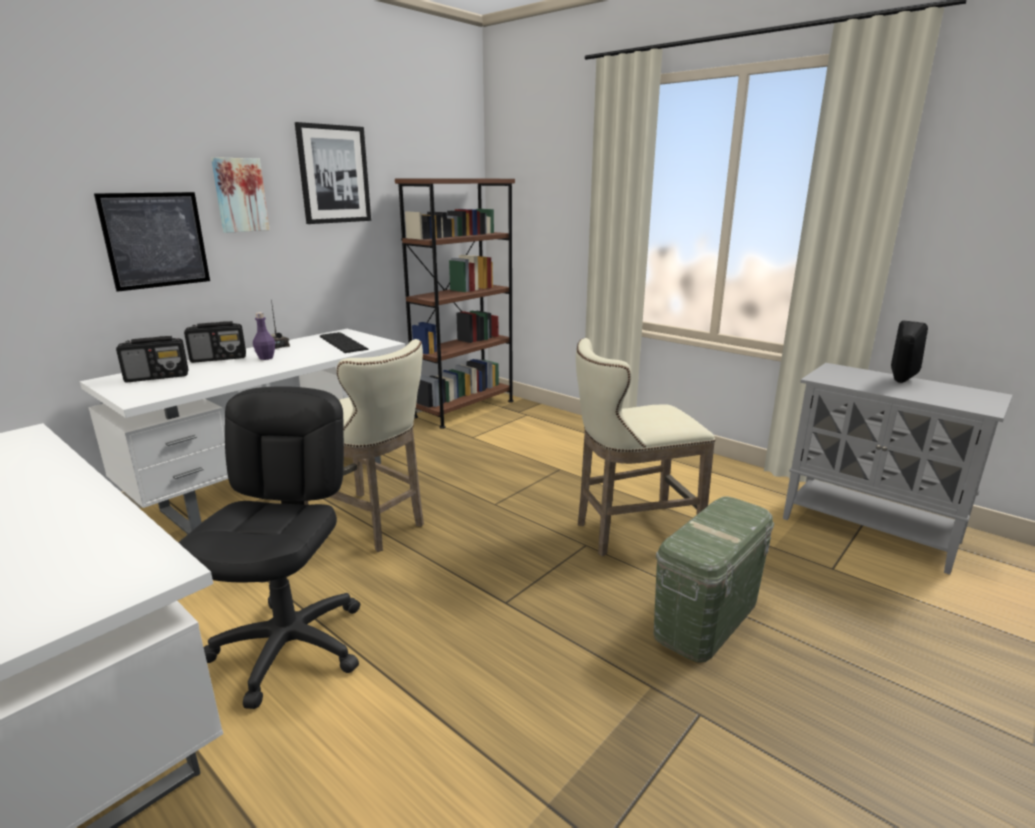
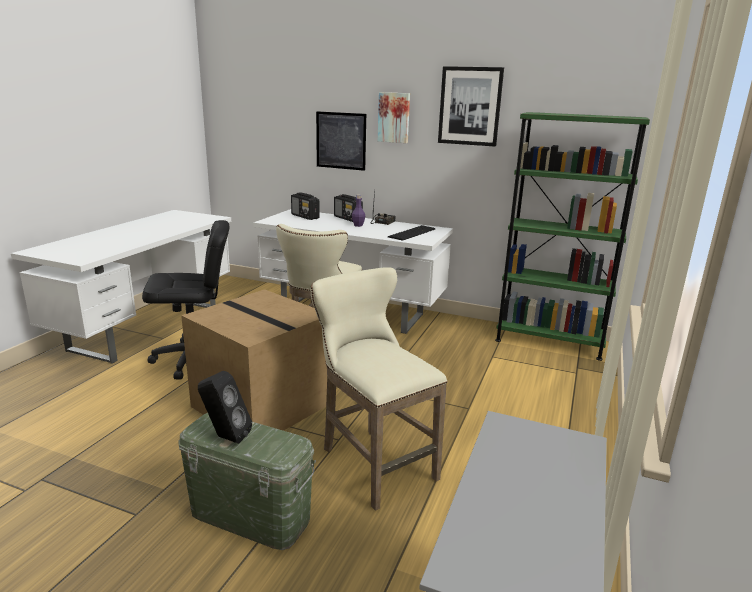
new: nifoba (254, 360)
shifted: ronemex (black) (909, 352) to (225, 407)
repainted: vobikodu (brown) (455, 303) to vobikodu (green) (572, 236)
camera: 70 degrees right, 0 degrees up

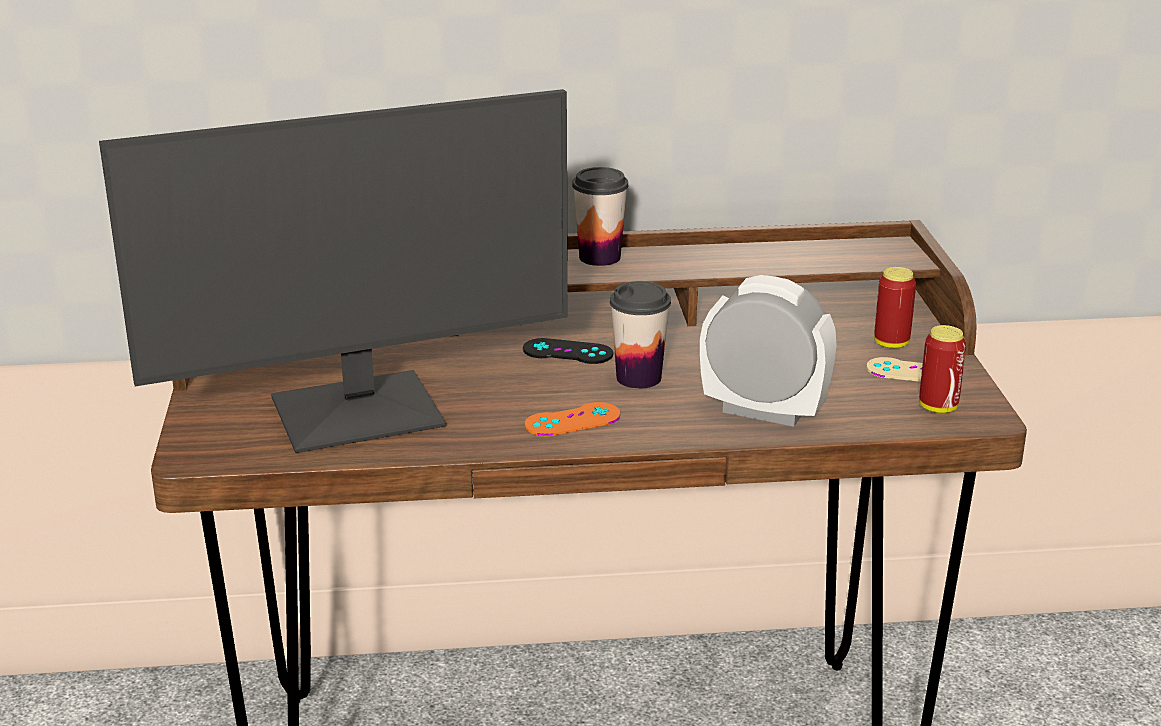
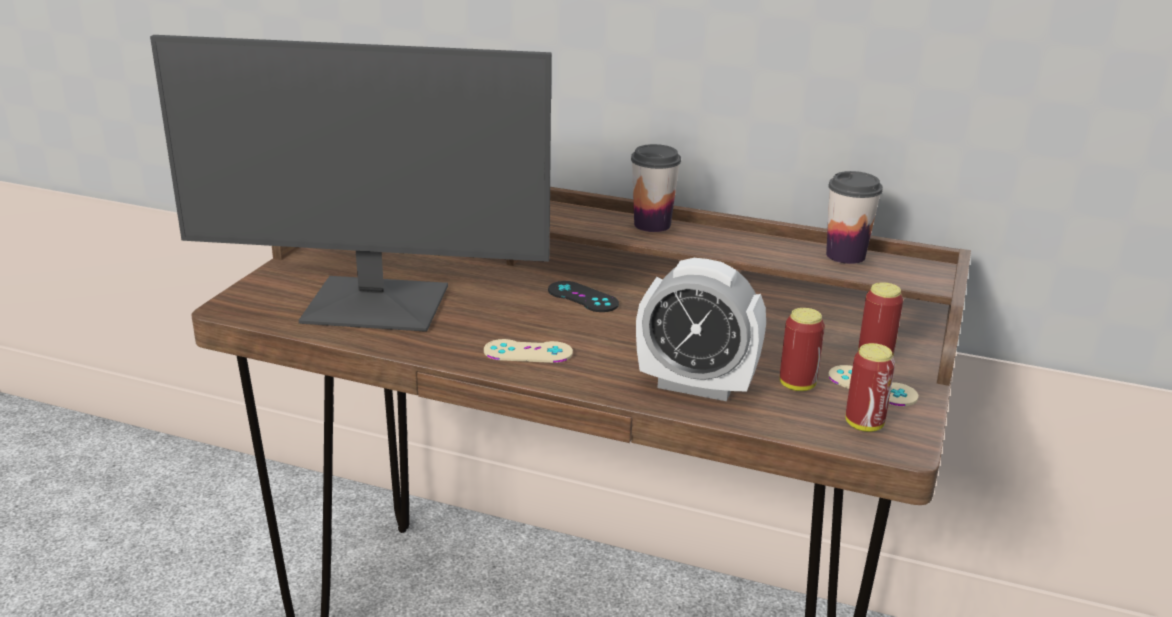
new: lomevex (802, 349)
shifted: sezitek (640, 335) to (854, 217)
repainted: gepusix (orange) (572, 419) to gepusix (beige) (528, 351)
rotated: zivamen (768, 351) = (701, 329) 150 degrees clockwise
camera: 25 degrees right, 0 degrees up

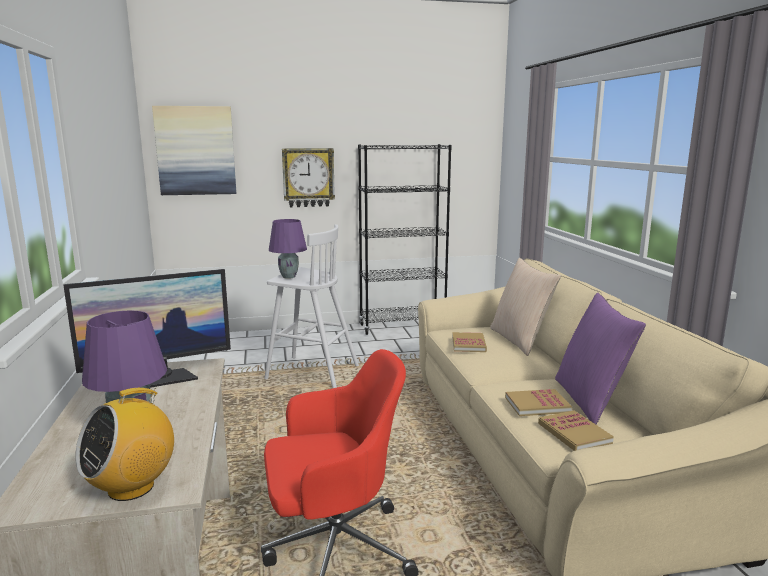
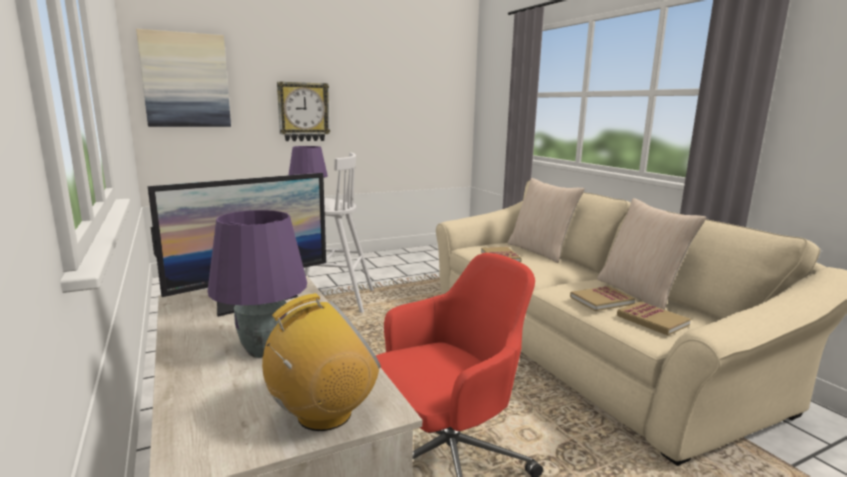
gone: vobikodu (black) (405, 239)
repainted: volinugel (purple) (600, 358) to volinugel (beige) (651, 254)
rotated: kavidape (124, 444) = (321, 362) 150 degrees counterclockwise
camera: 15 degrees left, 0 degrees up

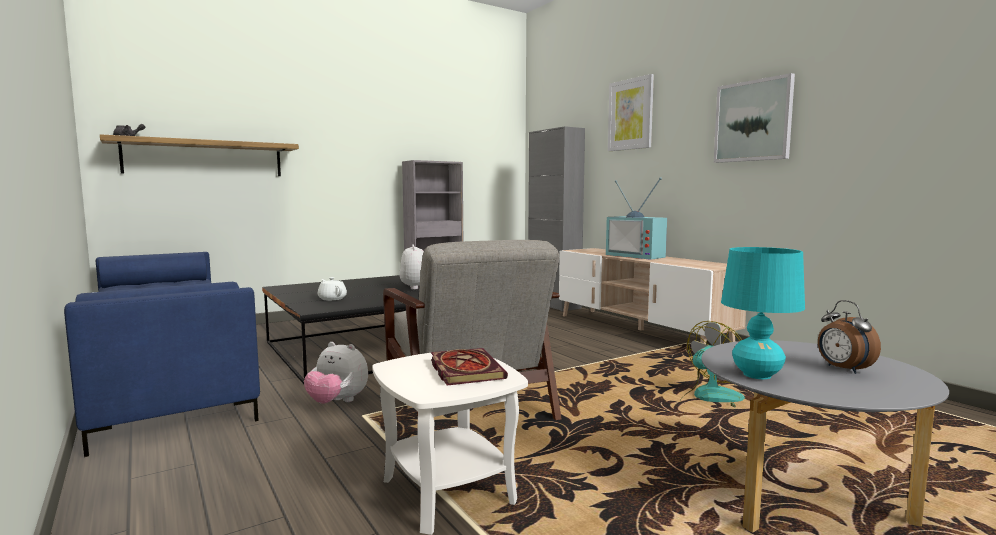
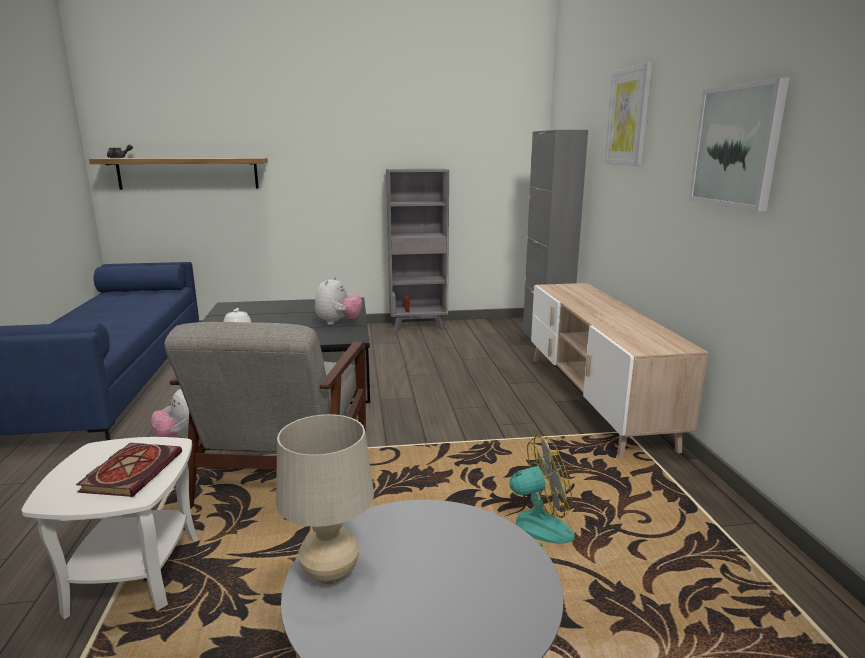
gone: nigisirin (636, 218); zivamen (849, 337)
repainted: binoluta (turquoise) (763, 313) to binoluta (beige) (325, 499)
camera: 25 degrees right, 10 degrees up

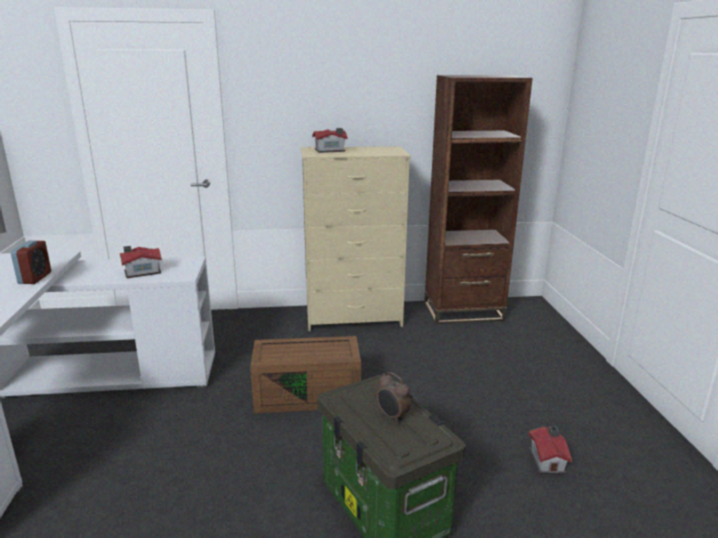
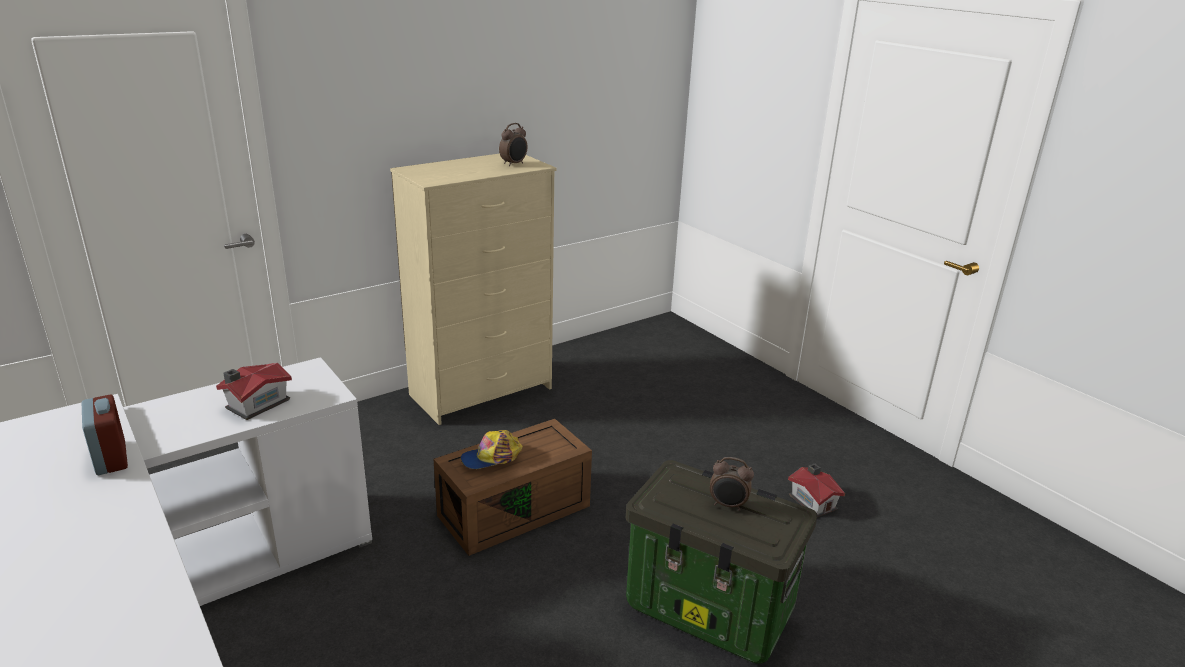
gone: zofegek (330, 140); vobikodu (brown) (478, 199)
new: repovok (492, 449); zivamen (513, 144)
camera: 30 degrees left, 5 degrees up

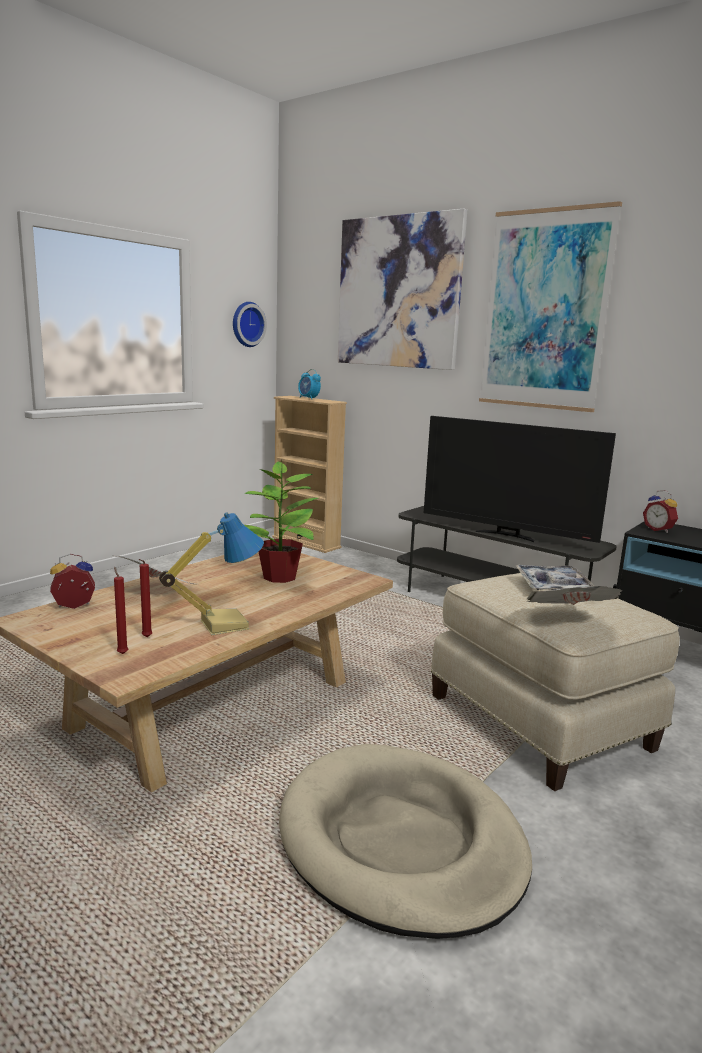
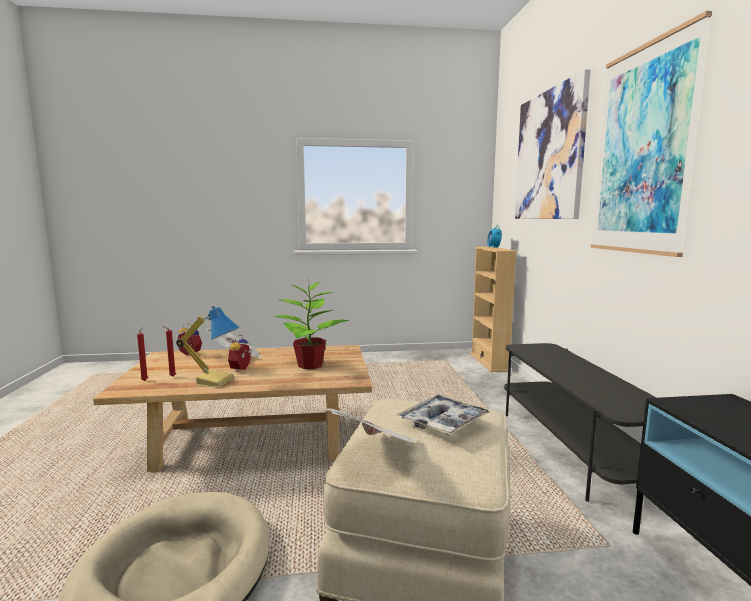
gone: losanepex (250, 324); nigisirin (520, 479)
shifted: zivamen (660, 511) to (240, 353)
camera: 45 degrees right, 5 degrees down

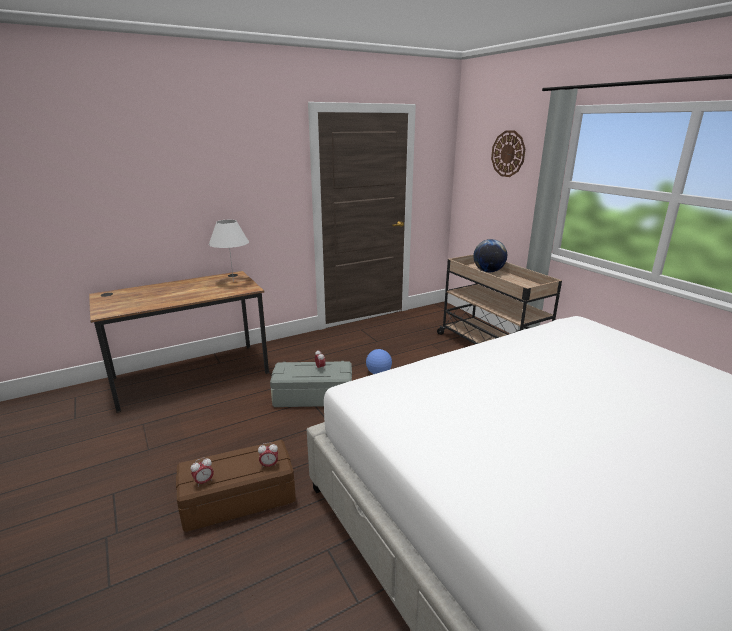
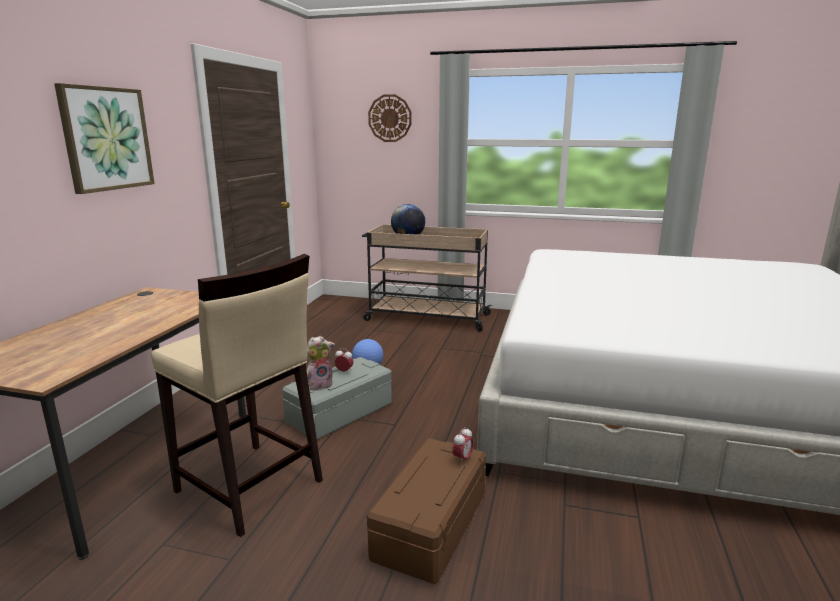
gone: zivamen (202, 472); binoluta (white) (229, 251)
new: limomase (104, 138); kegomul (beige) (237, 395); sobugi (321, 363)
camera: 45 degrees left, 5 degrees down

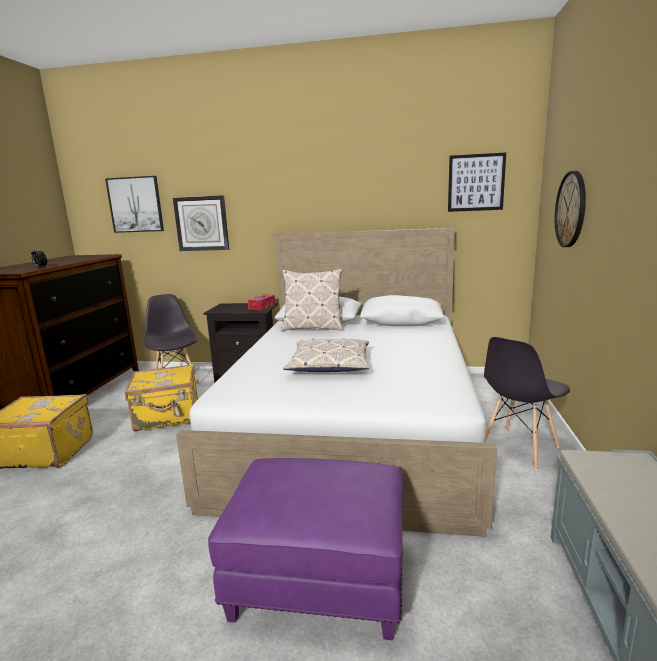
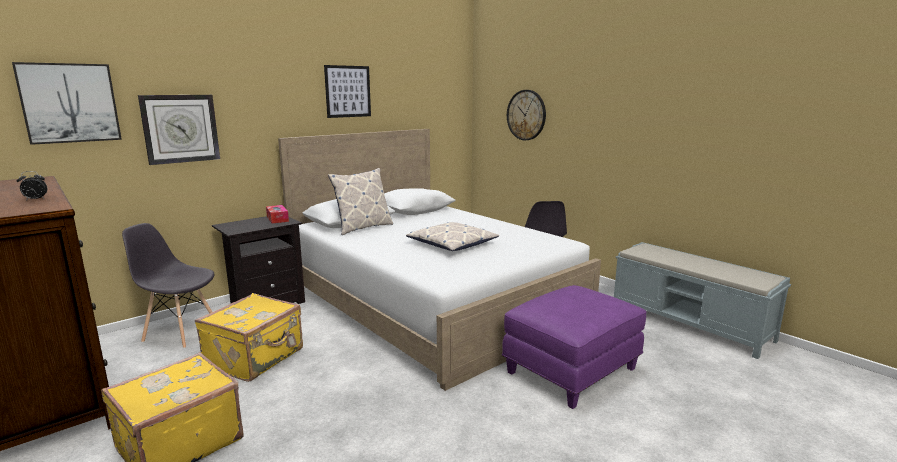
shifted: limomase (477, 182) to (347, 91)
camera: 50 degrees left, 0 degrees up

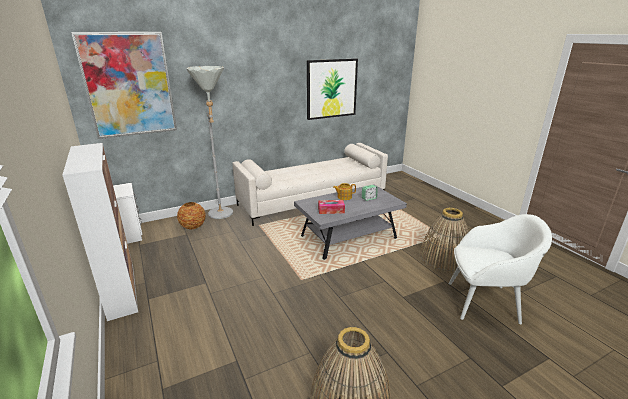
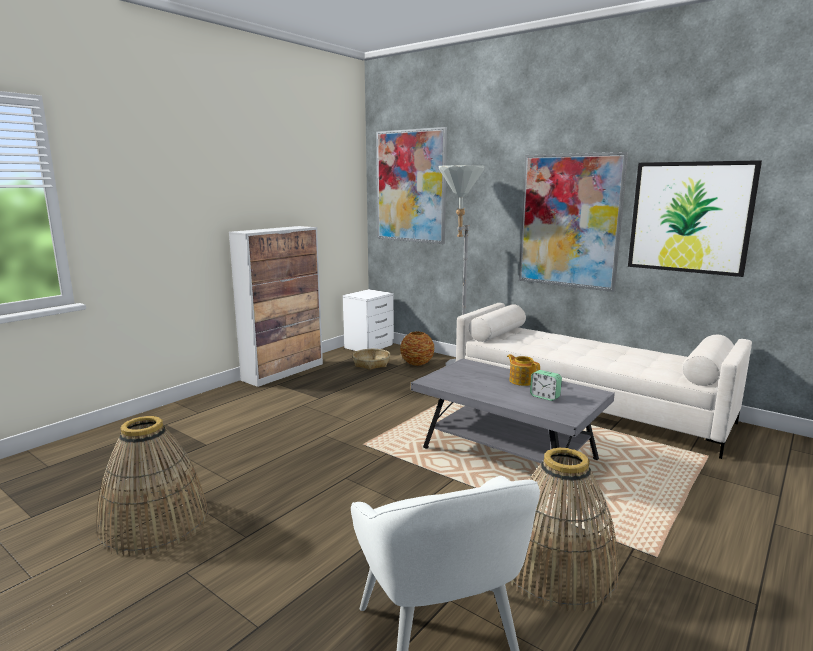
gone: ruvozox (331, 207)
new: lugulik (371, 359); limomase (573, 222)
camera: 65 degrees right, 10 degrees down

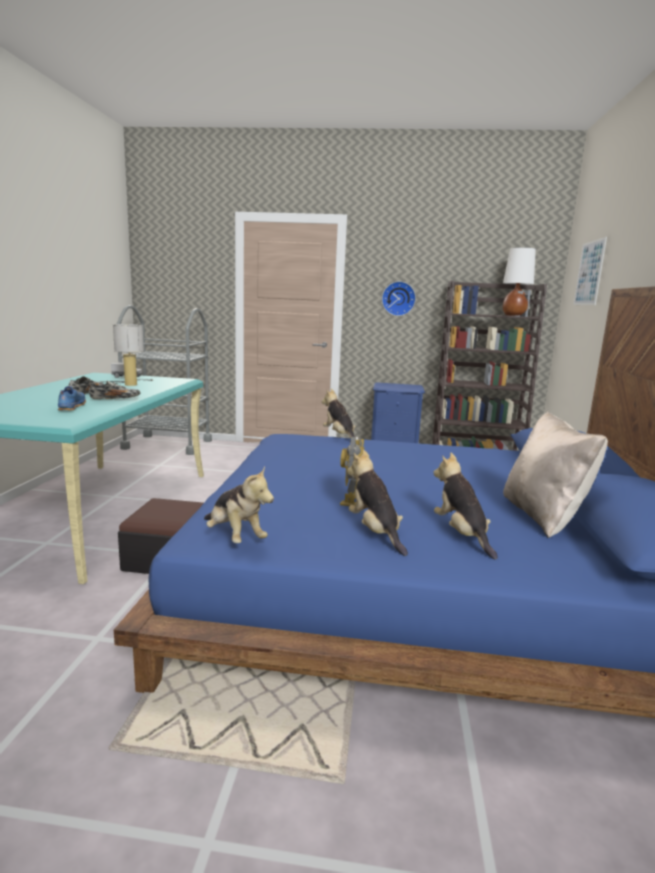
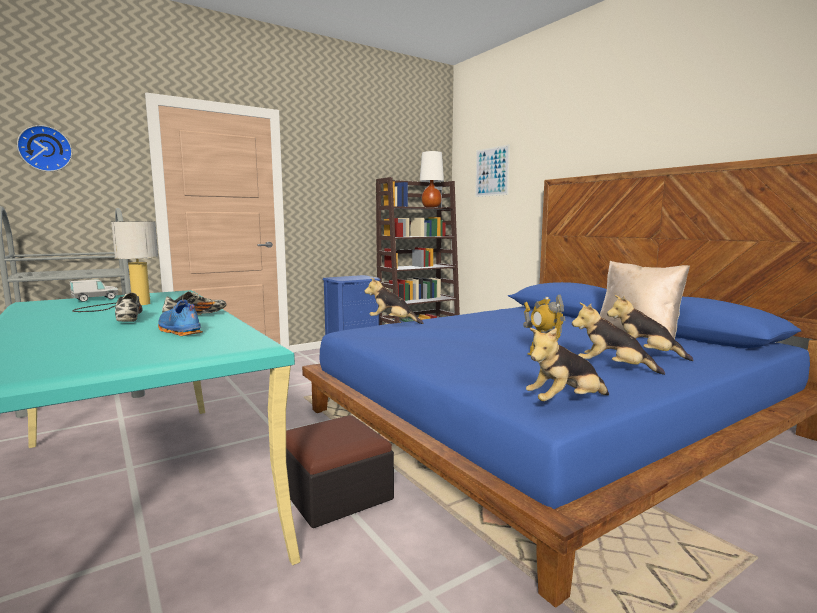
shifted: losanepex (399, 298) to (44, 148)
rotated: sobugi (239, 504) = (567, 364) 150 degrees clockwise
camera: 40 degrees left, 5 degrees down

